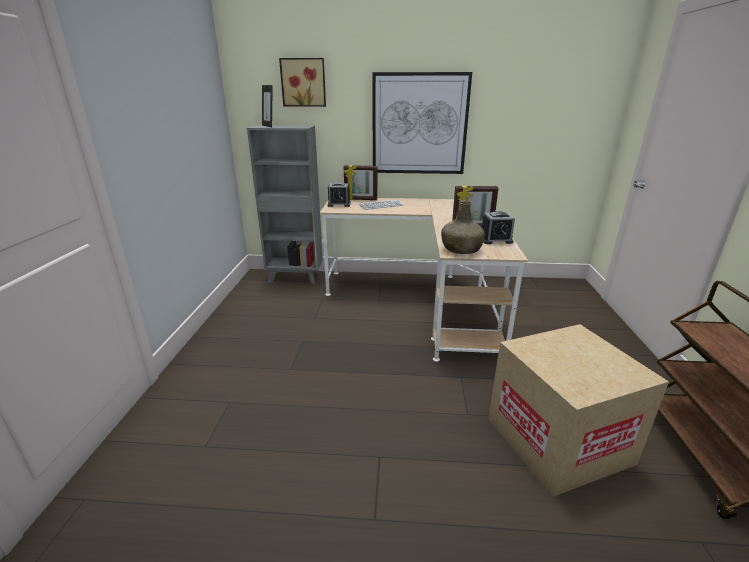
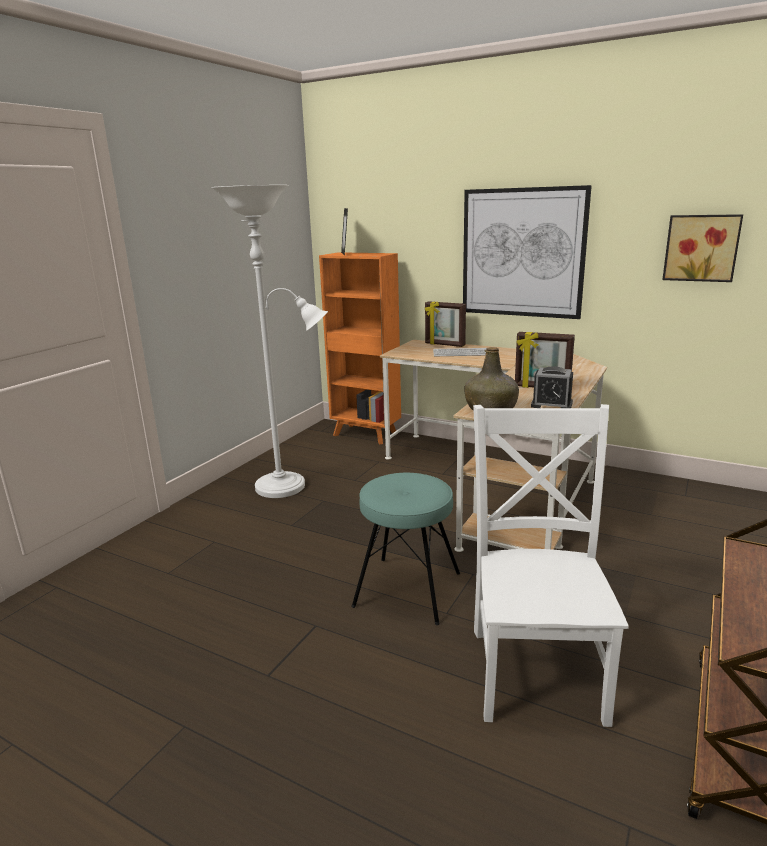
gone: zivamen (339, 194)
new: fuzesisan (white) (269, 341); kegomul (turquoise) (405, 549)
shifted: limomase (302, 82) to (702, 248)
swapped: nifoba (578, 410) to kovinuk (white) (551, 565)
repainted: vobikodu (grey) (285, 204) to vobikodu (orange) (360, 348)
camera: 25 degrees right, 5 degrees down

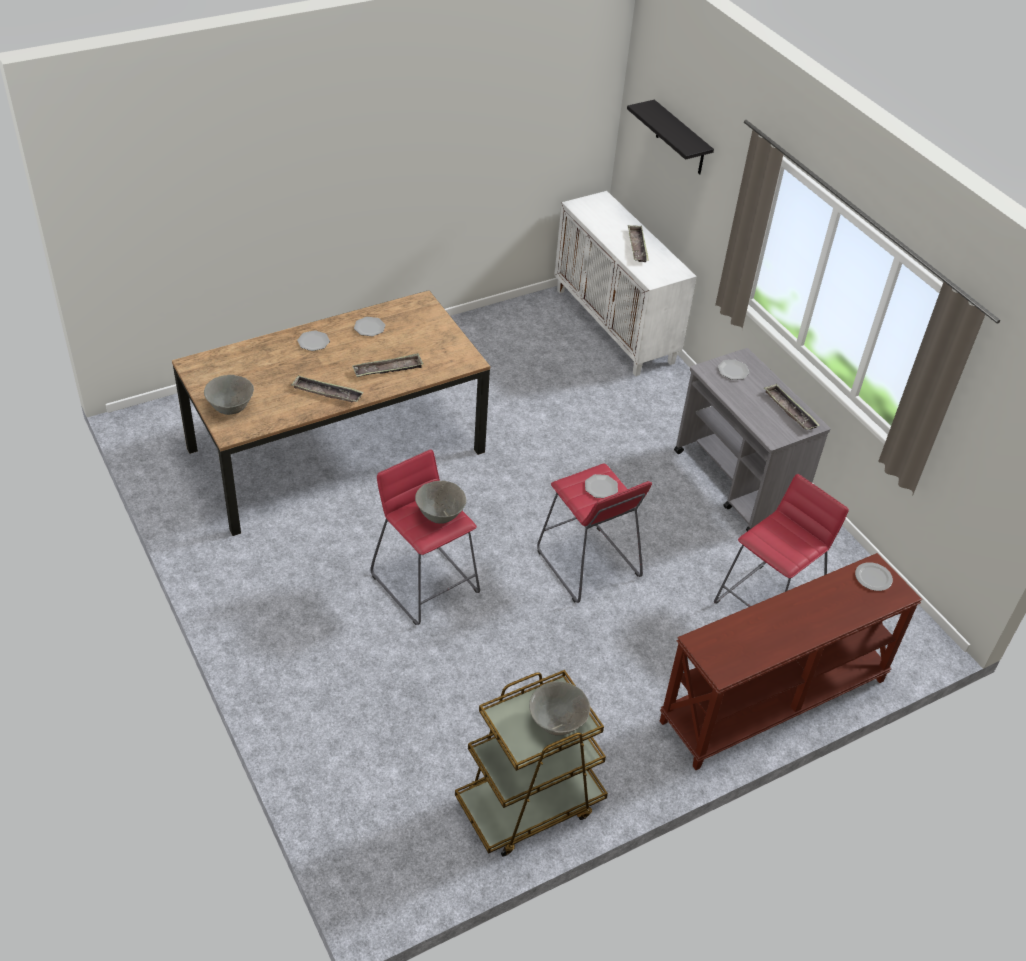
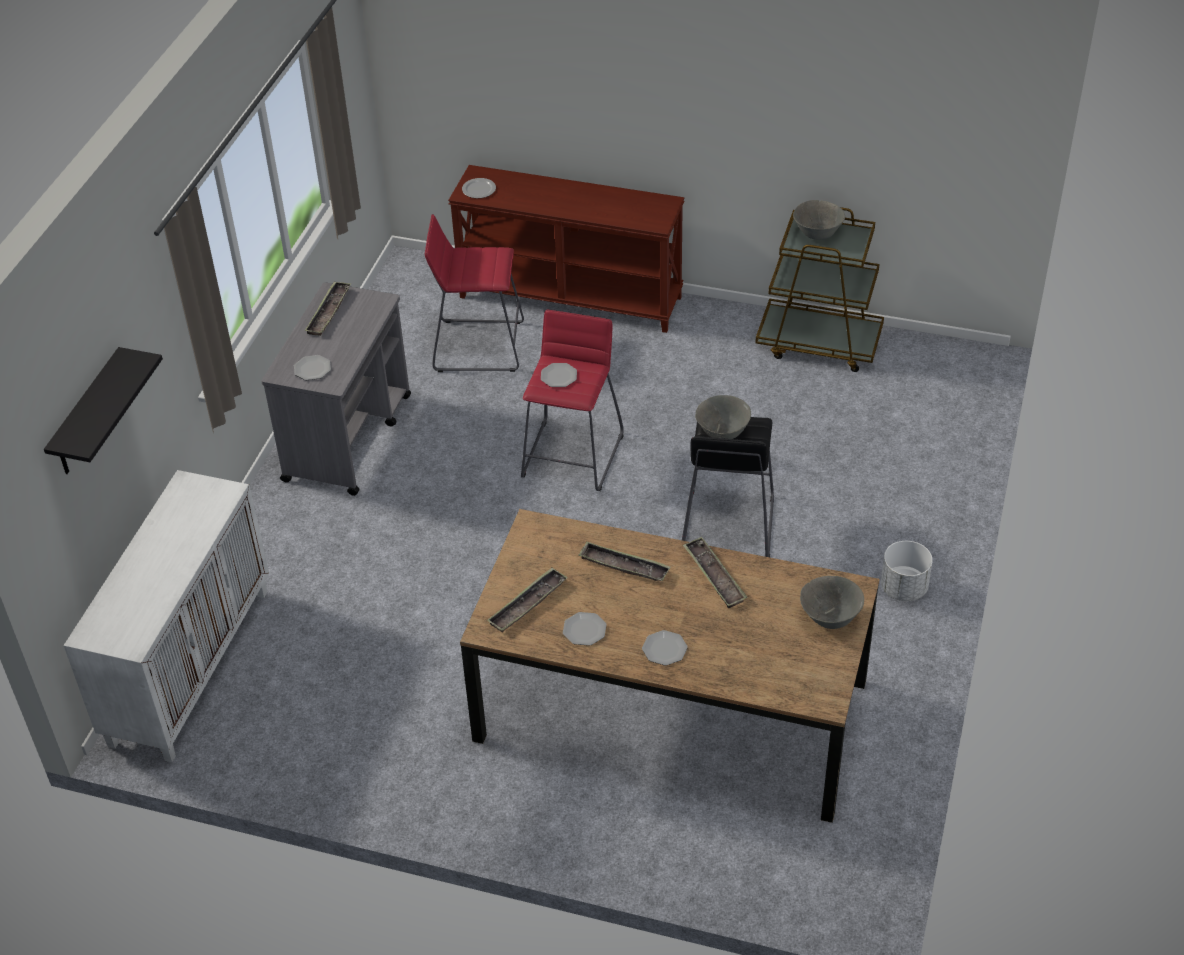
new: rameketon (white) (907, 571)
shifted: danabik (638, 243) to (527, 600)
repainted: kegomul (red) (425, 537) to kegomul (black) (728, 487)
camera: 130 degrees left, 0 degrees up

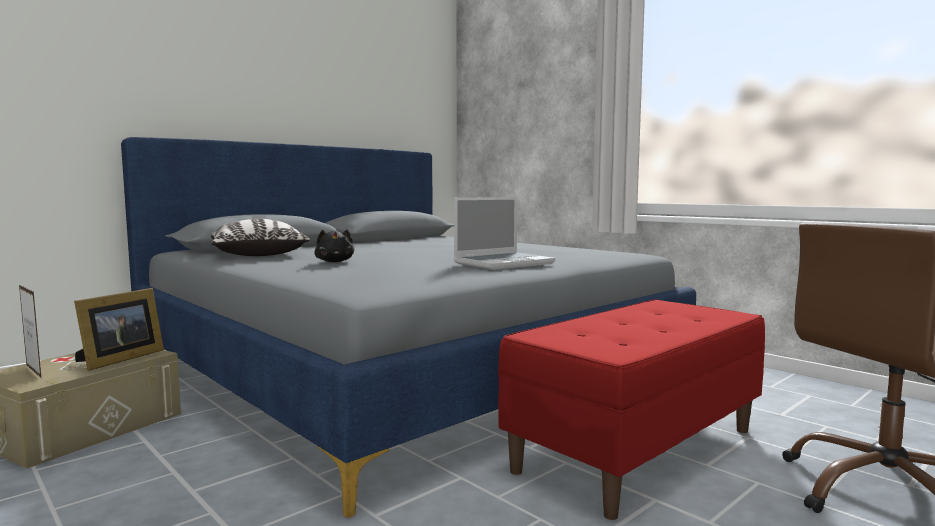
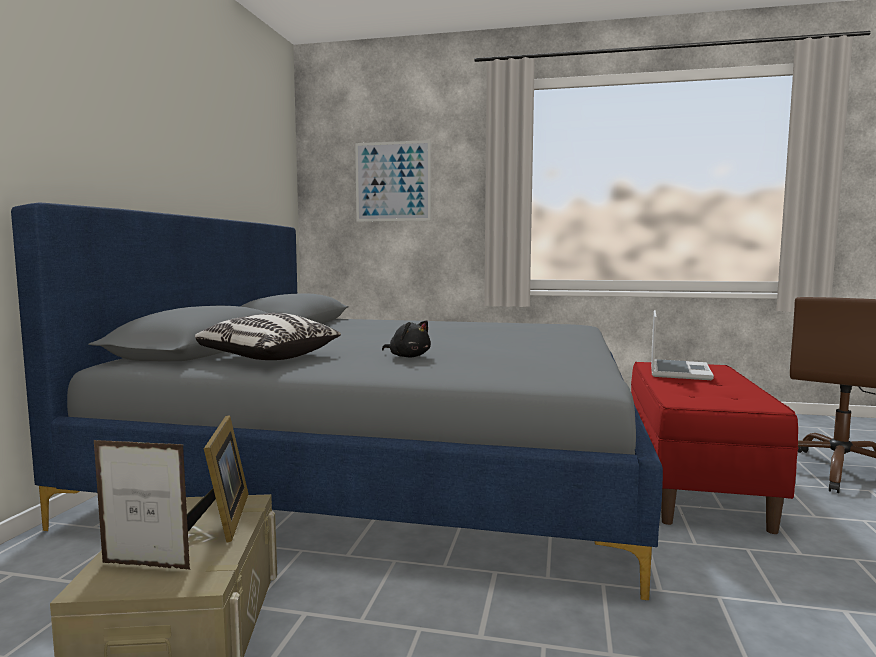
new: limomase (393, 181)
shifted: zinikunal (504, 233) to (682, 345)
camera: 35 degrees left, 0 degrees up

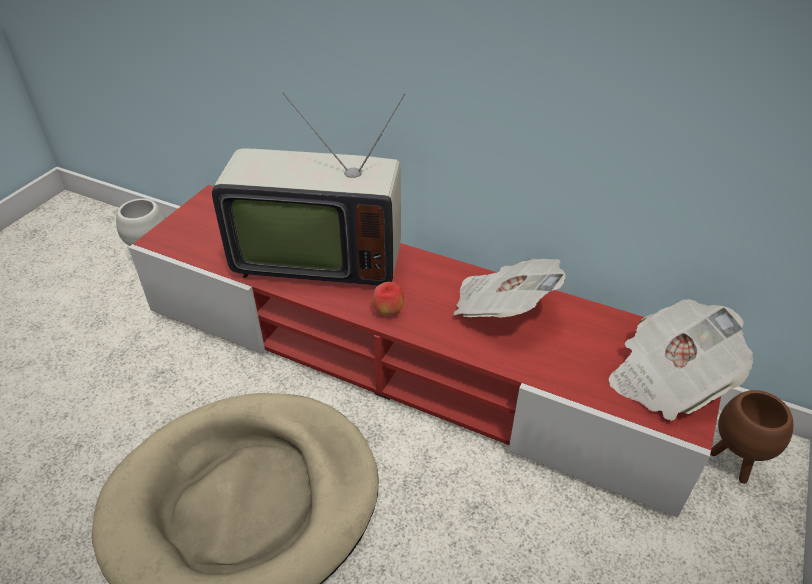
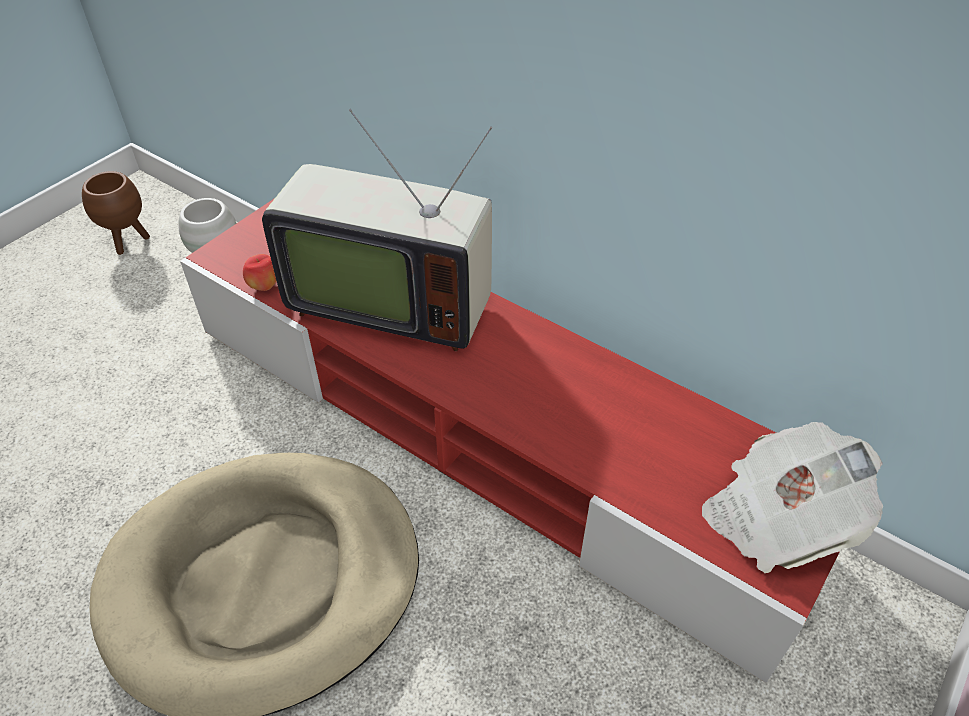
gone: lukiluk (510, 288)
shifted: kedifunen (388, 299) to (259, 272); rameketon (brown) (751, 437) to (116, 213)
camera: 10 degrees right, 5 degrees up

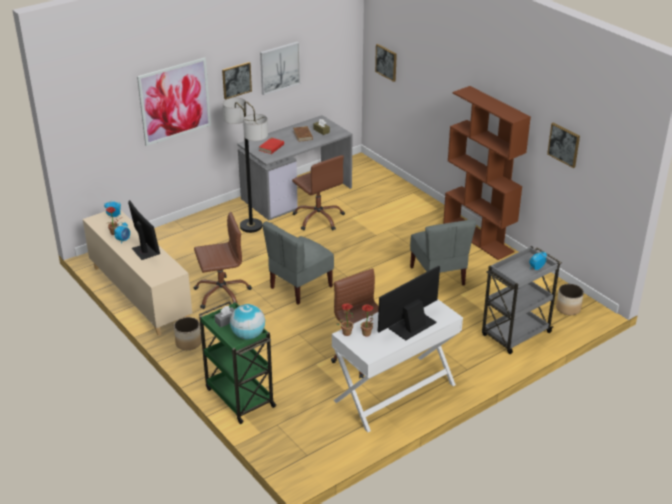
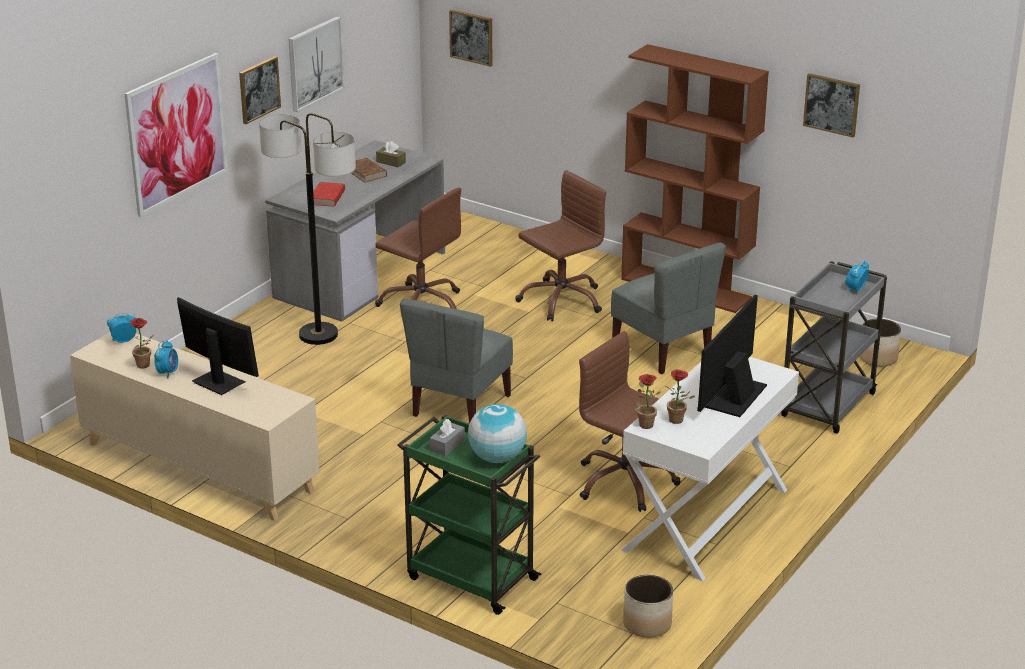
shifted: rameketon (187, 333) to (648, 606); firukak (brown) (223, 260) to (560, 245)
camera: 20 degrees left, 5 degrees down

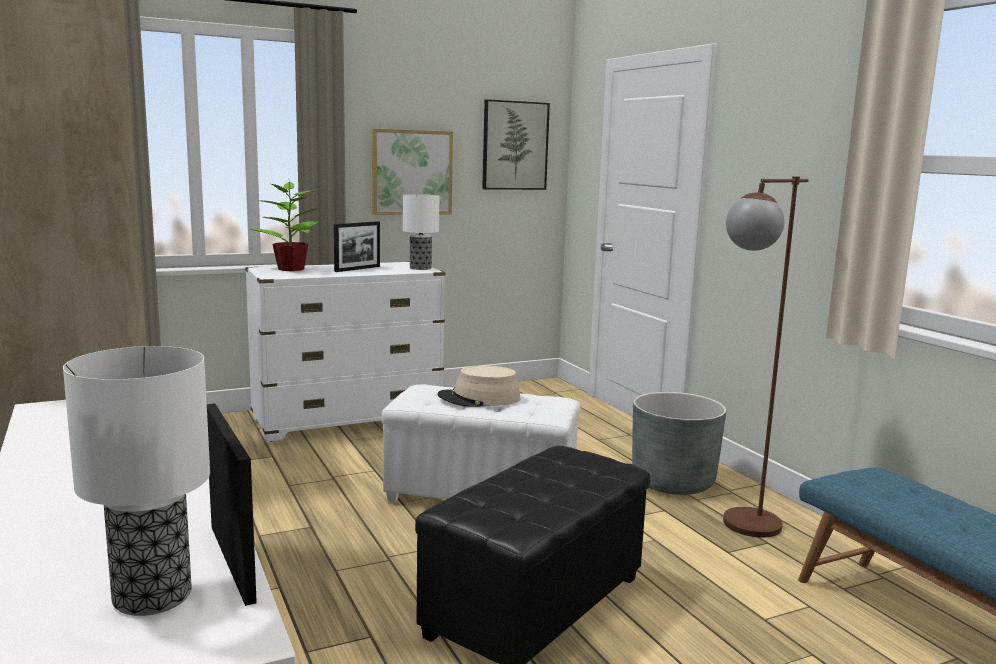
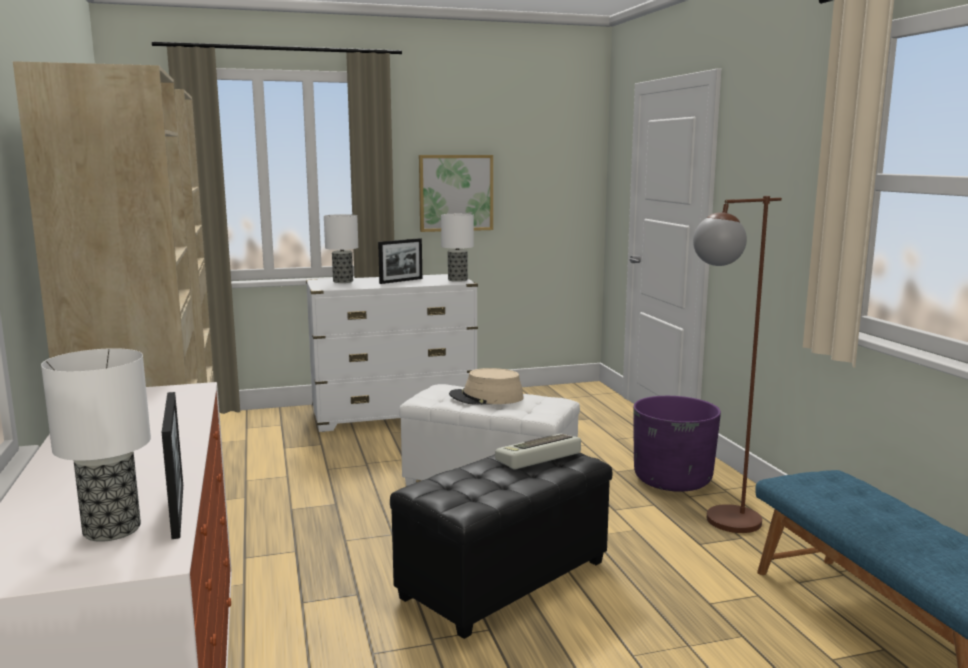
gone: limomase (516, 144)
new: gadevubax (538, 451)
swapped: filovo (284, 224) to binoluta (341, 248)
repainted: rameketon (grey) (679, 443) to rameketon (purple) (677, 444)
camera: 10 degrees right, 0 degrees up

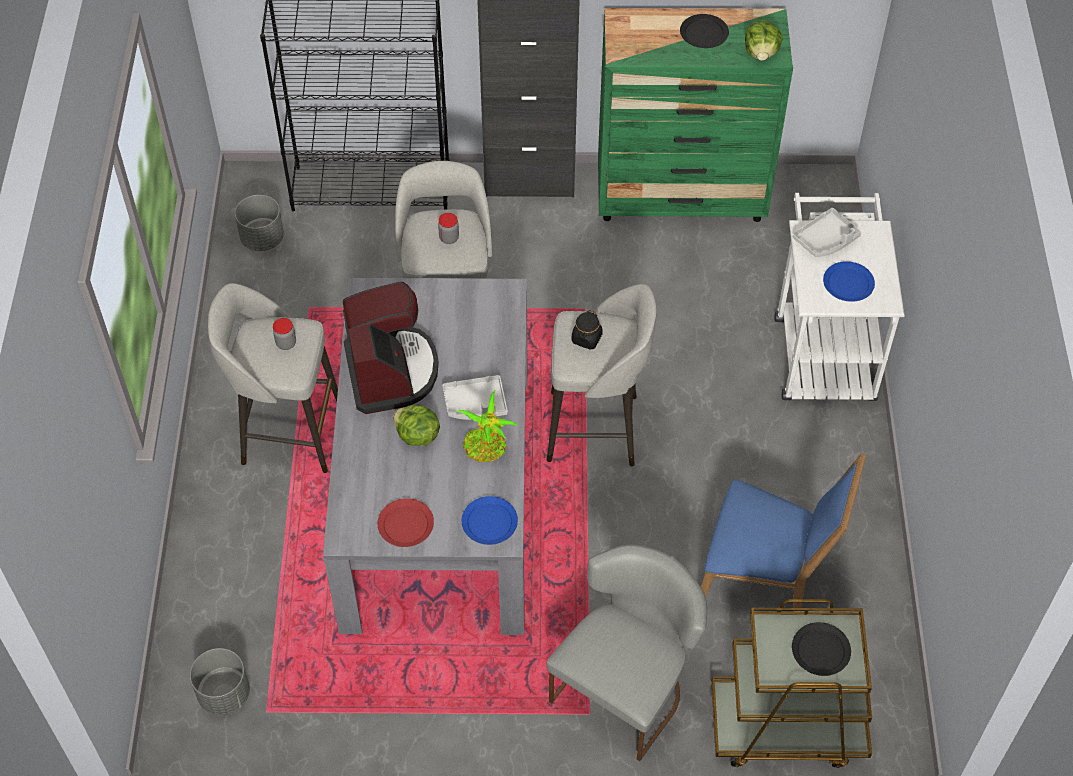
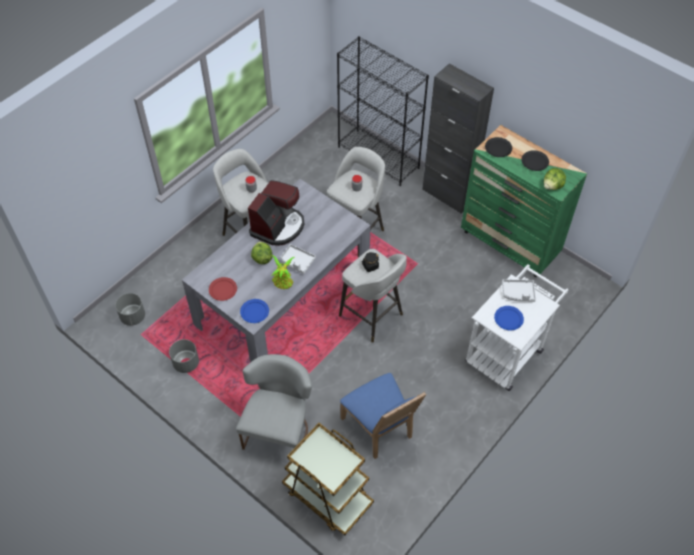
shifted: rameketon (grey) (259, 223) to (184, 356); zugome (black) (821, 649) to (498, 147)
rotated: kovinuk (grey) (627, 652) = (274, 402) 60 degrees counterclockwise
camera: 40 degrees right, 0 degrees up

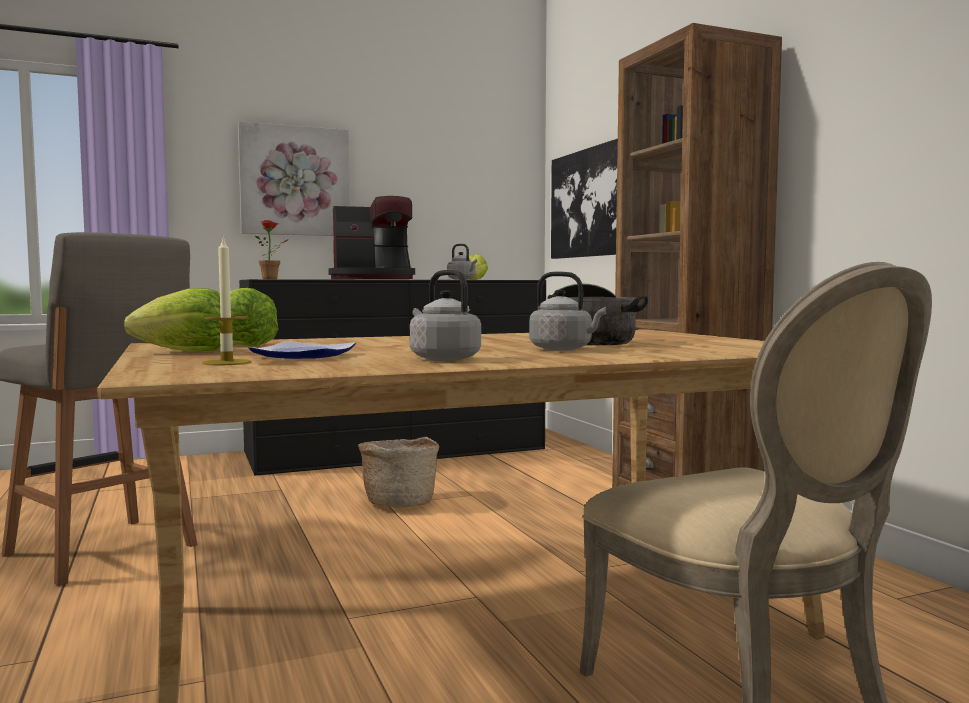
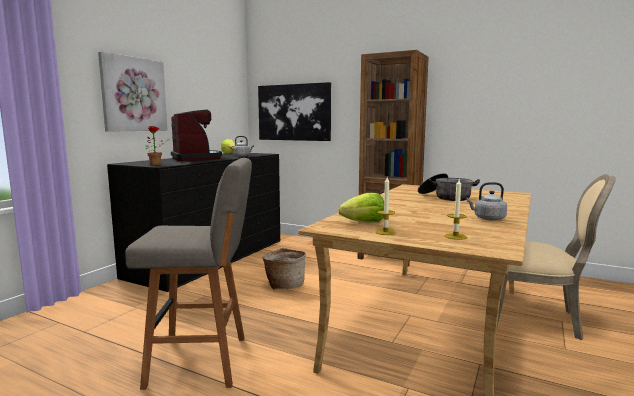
gone: zugome (302, 350); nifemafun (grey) (567, 311)
swapped: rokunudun (172, 320) to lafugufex (385, 206)
rotated: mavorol (372, 237) = (196, 135) 60 degrees counterclockwise
camera: 40 degrees left, 5 degrees up

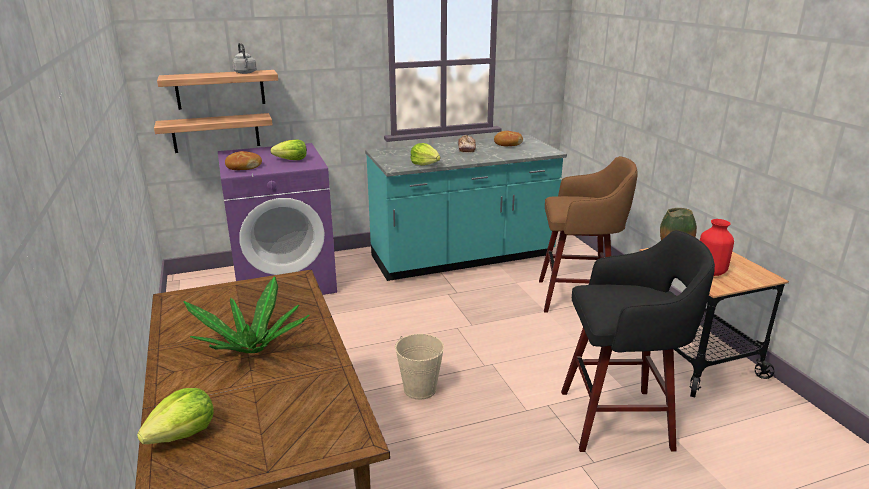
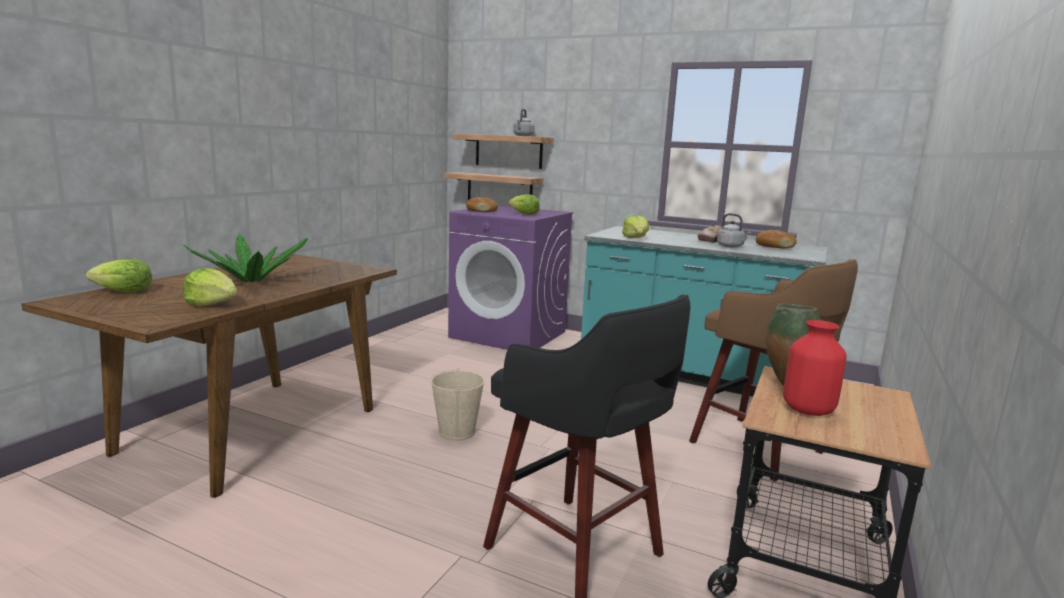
new: rokunudun (210, 287); nifemafun (grey) (734, 230)
camera: 45 degrees right, 10 degrees down

